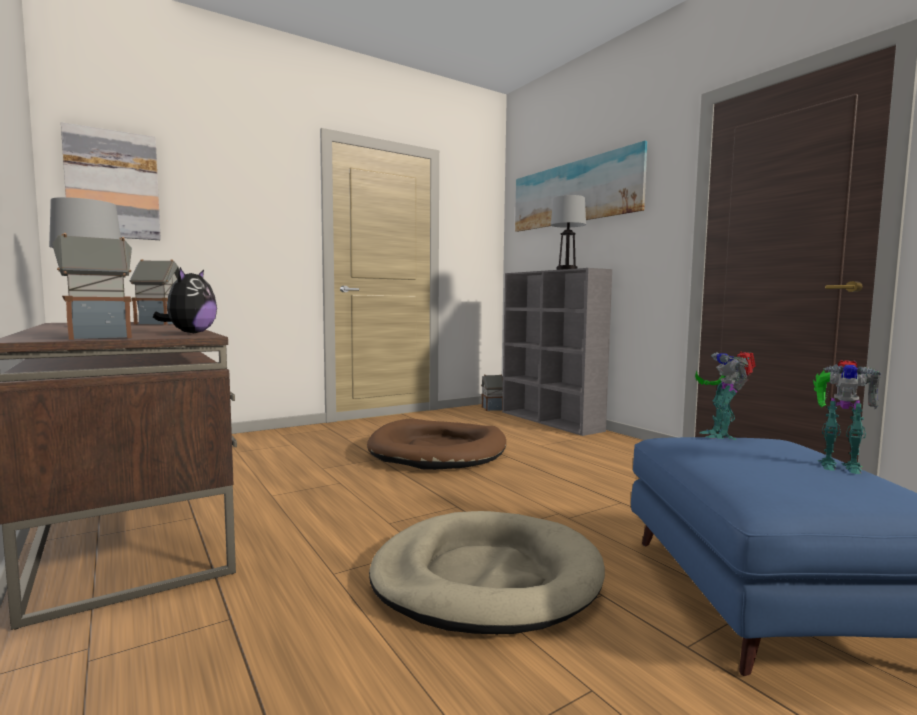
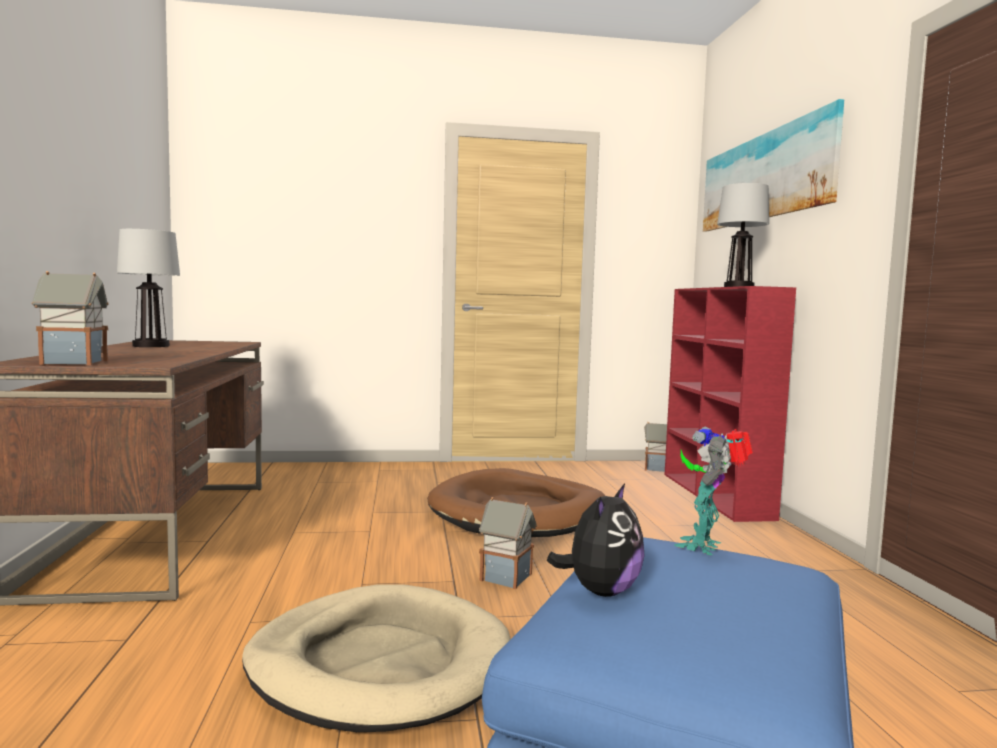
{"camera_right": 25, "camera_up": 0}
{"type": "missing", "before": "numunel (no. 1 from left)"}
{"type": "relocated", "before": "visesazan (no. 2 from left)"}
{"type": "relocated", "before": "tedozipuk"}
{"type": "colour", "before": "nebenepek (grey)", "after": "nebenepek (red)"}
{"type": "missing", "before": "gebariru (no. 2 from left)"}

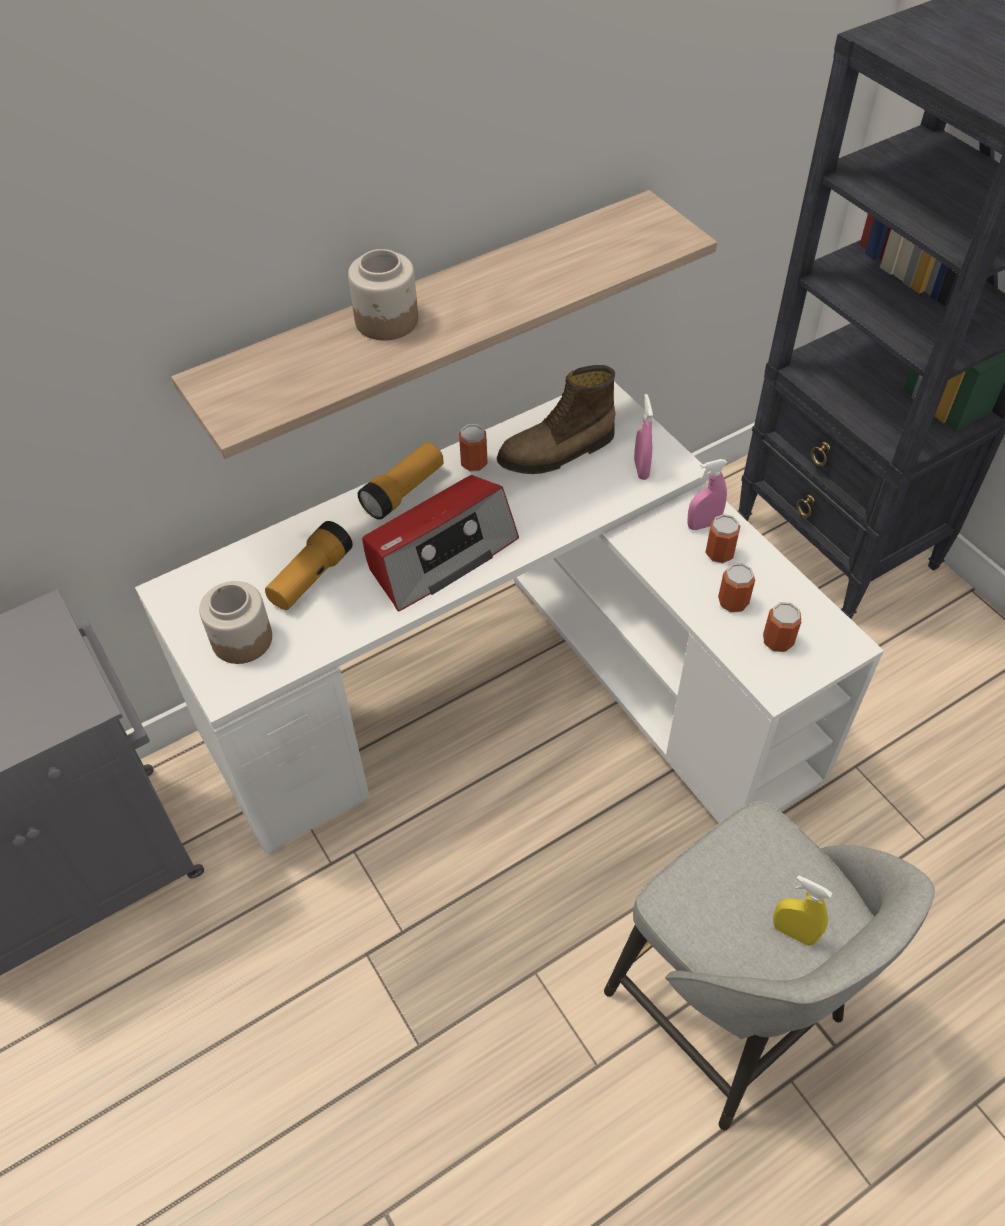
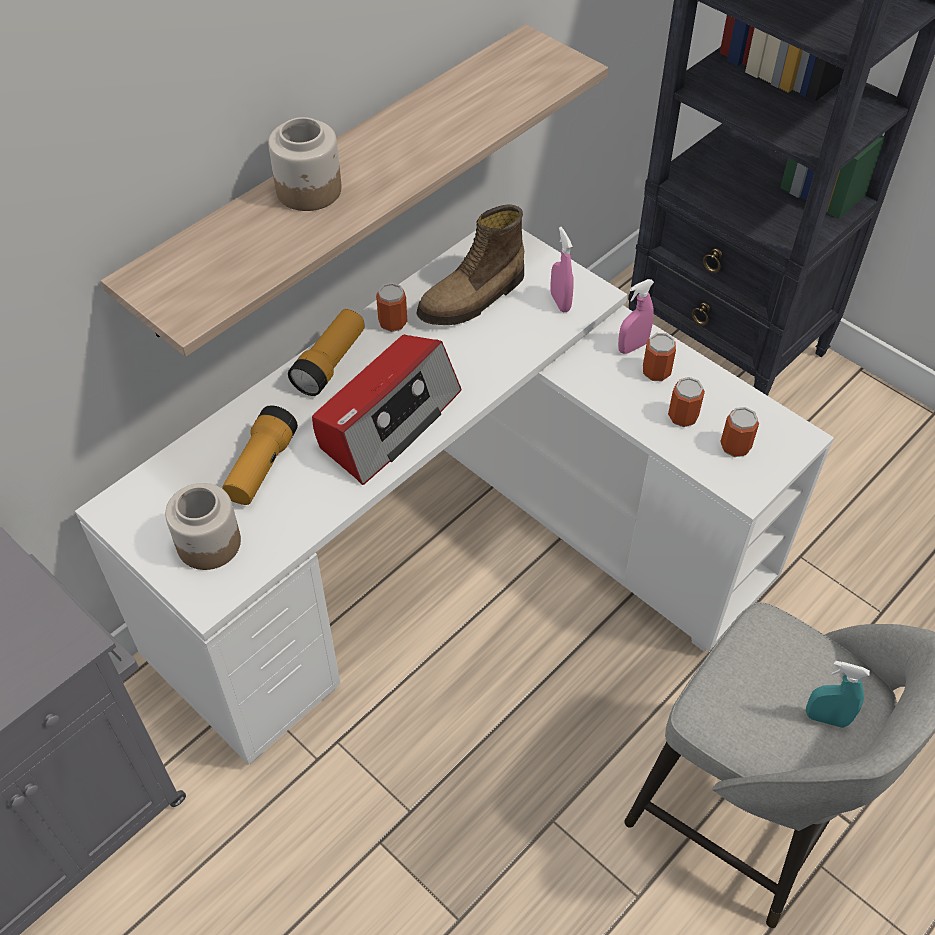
{"camera_right": -15, "camera_up": 0}
{"type": "colour", "before": "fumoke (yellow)", "after": "fumoke (turquoise)"}

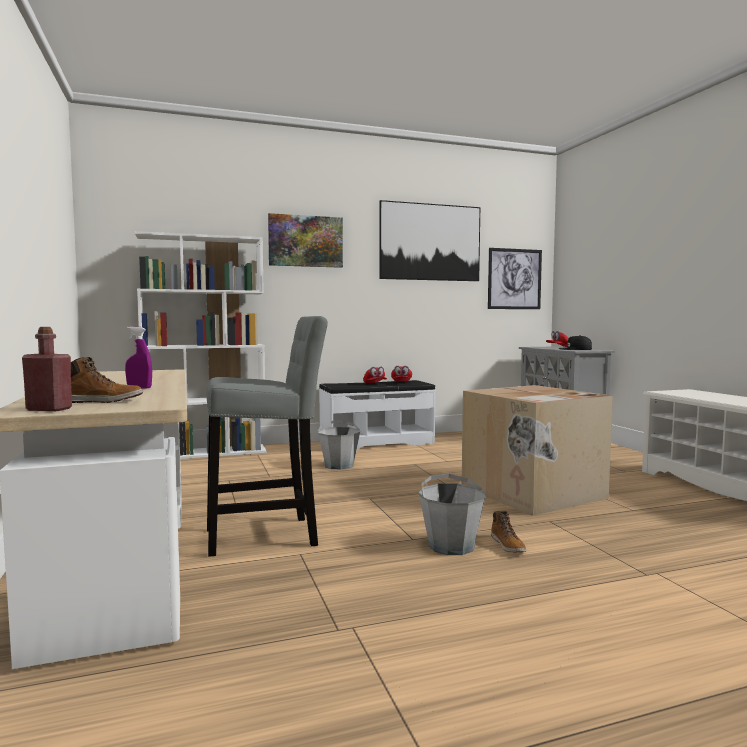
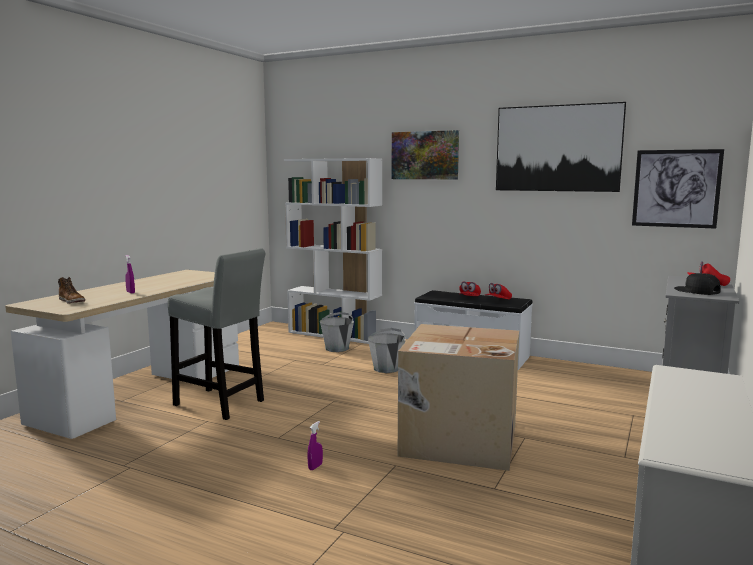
{"camera_right": 45, "camera_up": 5}
{"type": "missing", "before": "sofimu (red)"}
{"type": "relocated", "before": "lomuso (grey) (no. 2 from left in the first image)", "after": "lomuso (grey) (no. 1 from left)"}
{"type": "exchanged", "before": "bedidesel (no. 2 from left)", "after": "fumoke (purple) (no. 2 from left)"}

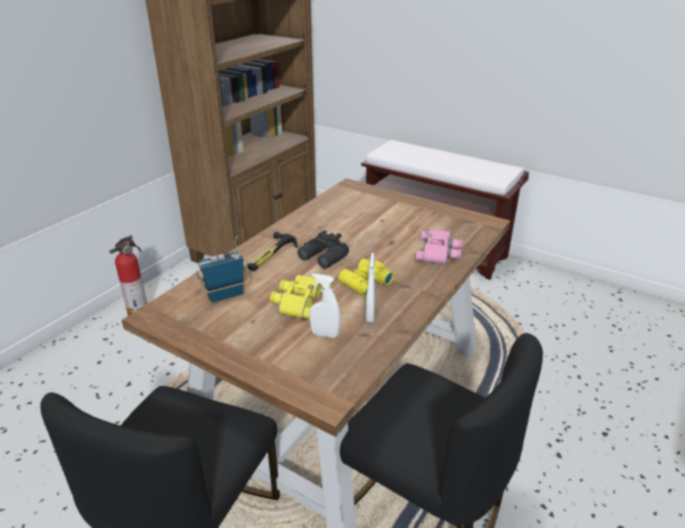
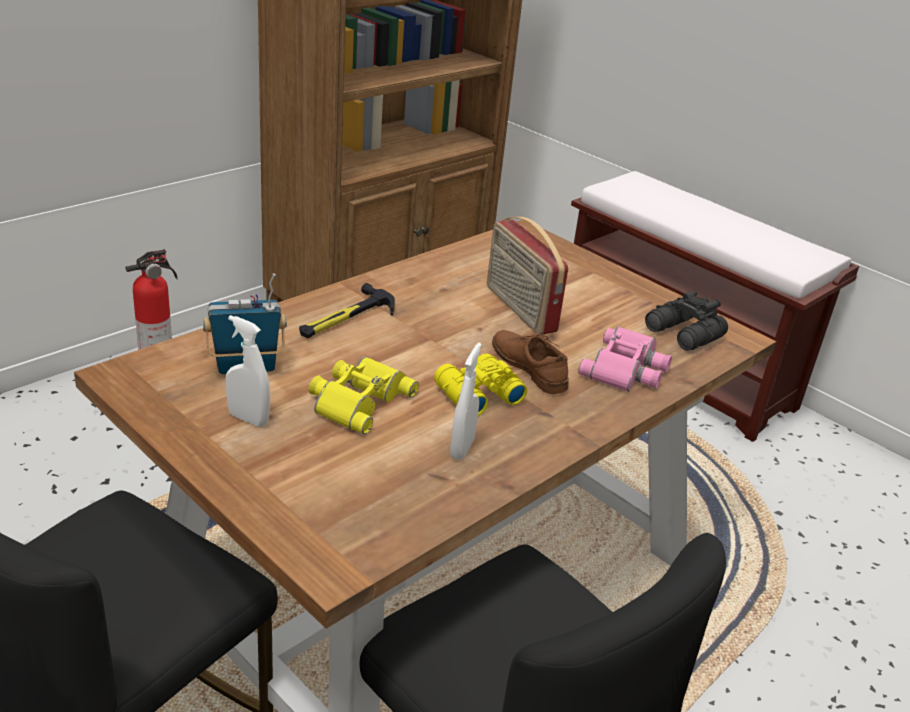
{"camera_right": 10, "camera_up": 0}
{"type": "relocated", "before": "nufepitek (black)"}
{"type": "relocated", "before": "fumoke (white) (no. 1 from left)"}
{"type": "appeared", "after": "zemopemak (no. 2 from left)"}
{"type": "appeared", "after": "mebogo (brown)"}

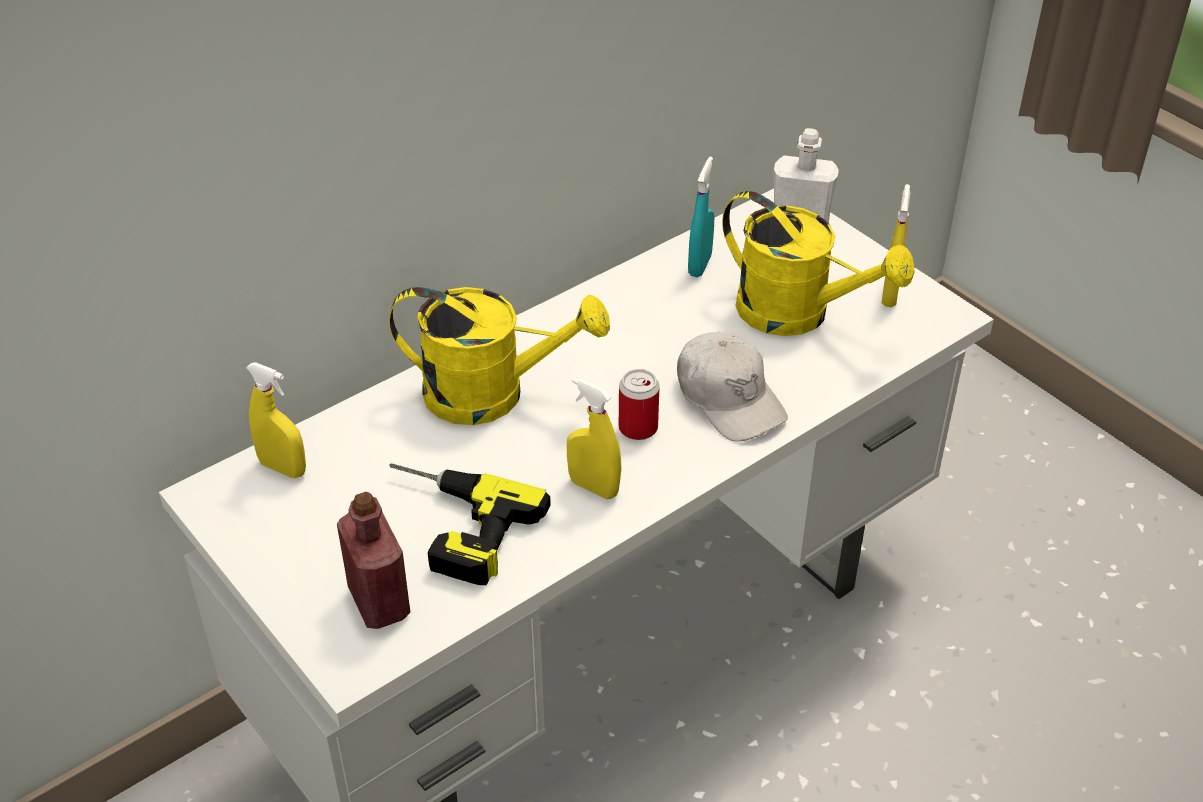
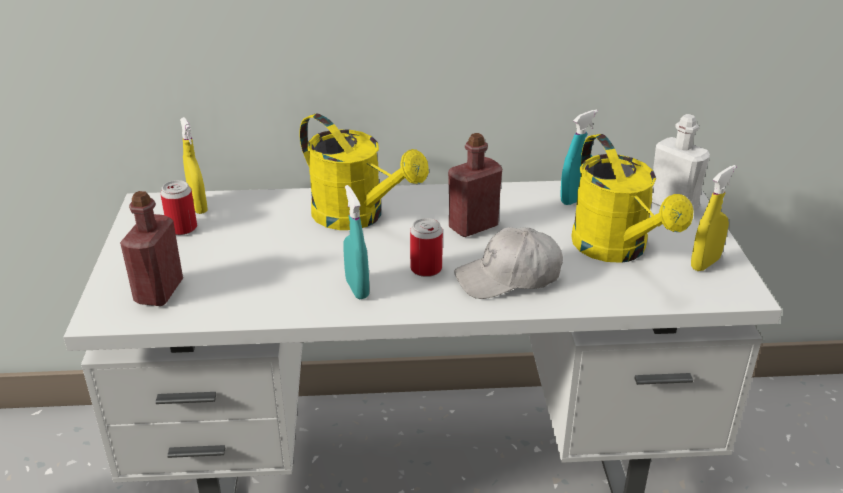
{"camera_right": 35, "camera_up": -10}
{"type": "missing", "before": "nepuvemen"}
{"type": "colour", "before": "fumoke (yellow) (no. 2 from left)", "after": "fumoke (turquoise) (no. 1 from left)"}
{"type": "spun", "before": "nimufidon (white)", "turn": 75}
{"type": "appeared", "after": "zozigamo (no. 1 from left)"}
{"type": "appeared", "after": "sofimu (red) (no. 2 from left)"}

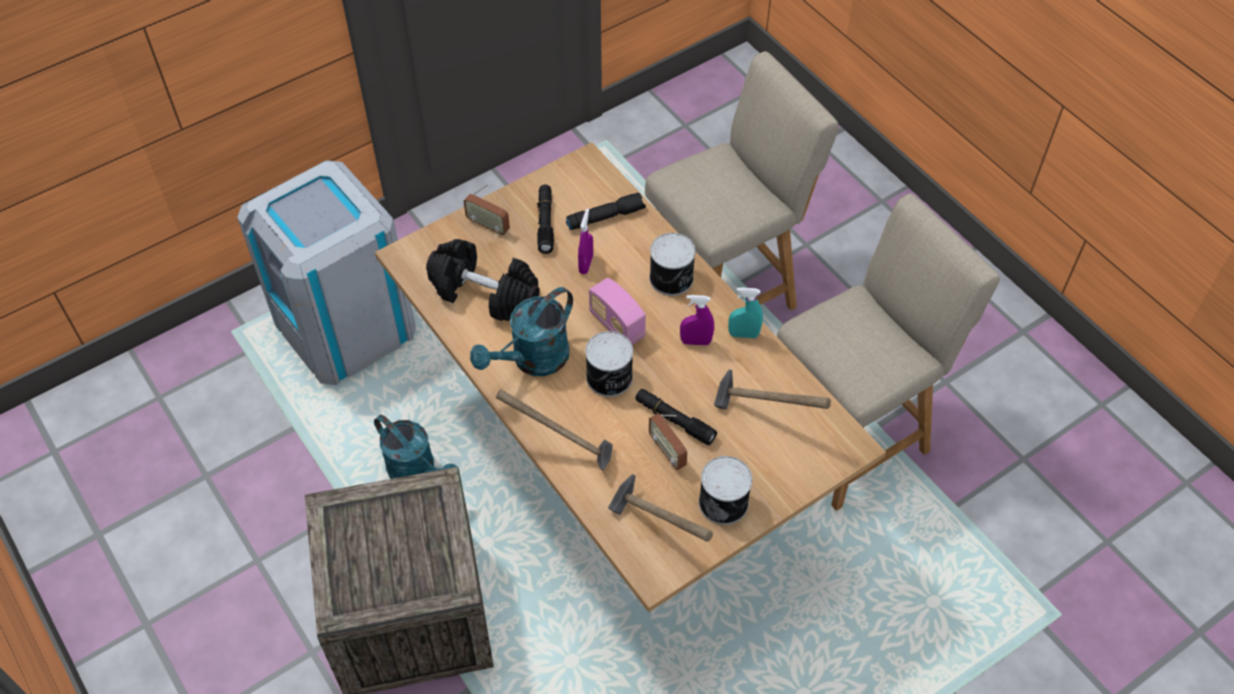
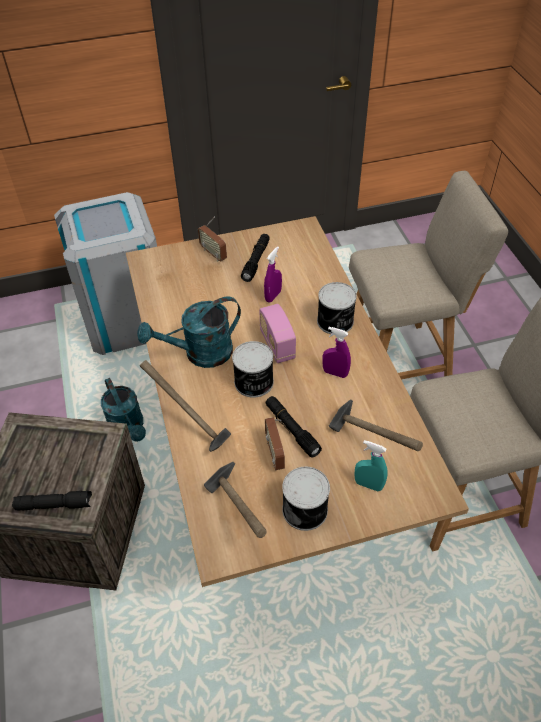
{"camera_right": 20, "camera_up": -5}
{"type": "missing", "before": "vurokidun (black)"}
{"type": "relocated", "before": "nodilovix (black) (no. 2 from left in the first image)", "after": "nodilovix (black) (no. 1 from left)"}
{"type": "relocated", "before": "fumoke (turquoise)"}

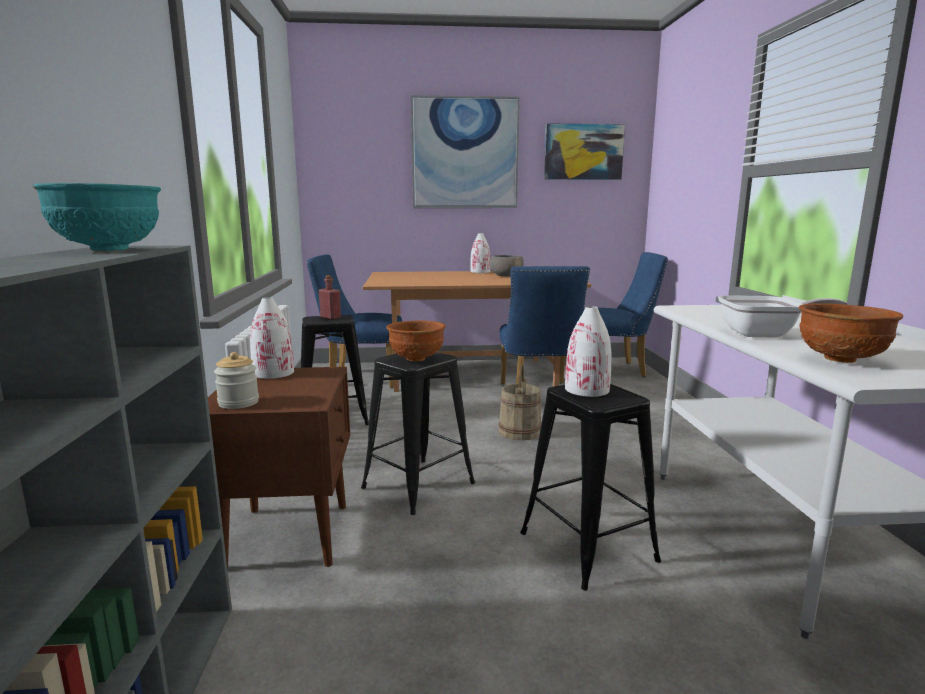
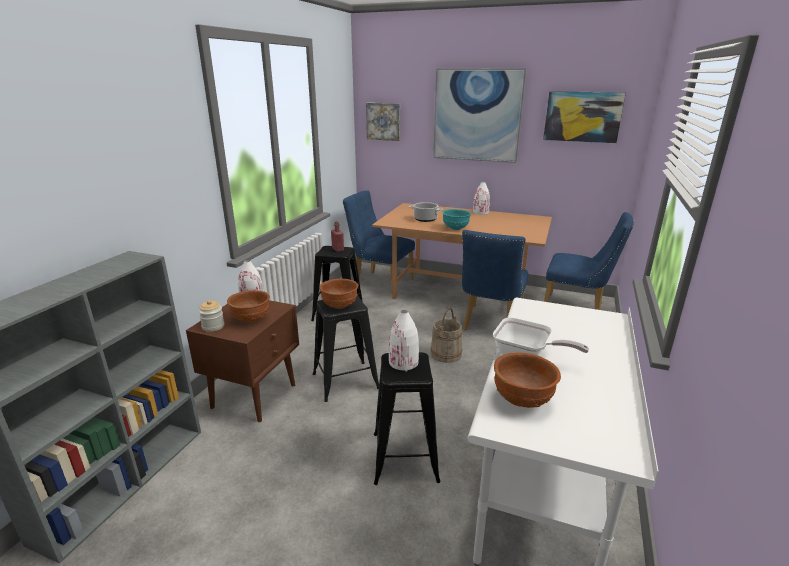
{"camera_right": 25, "camera_up": 10}
{"type": "relocated", "before": "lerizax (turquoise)"}
{"type": "missing", "before": "lerizax (grey)"}
{"type": "appeared", "after": "lerizax (brown) (no. 1 from left)"}
{"type": "appeared", "after": "numunel (no. 1 from left)"}
{"type": "appeared", "after": "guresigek"}

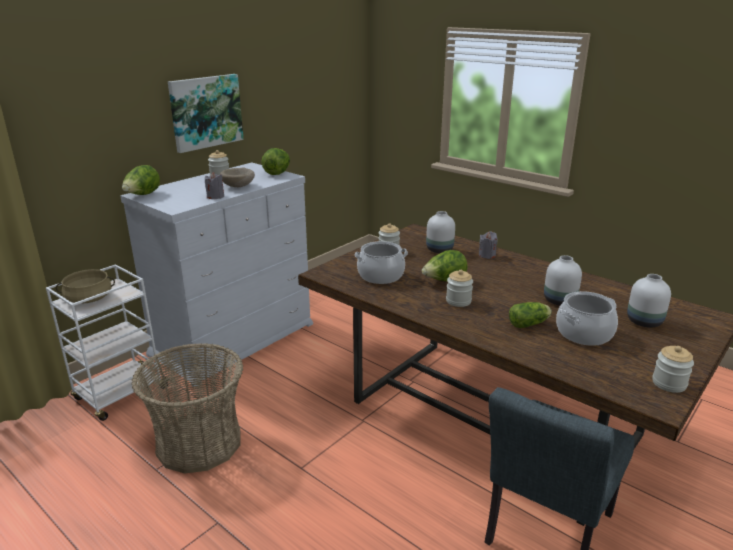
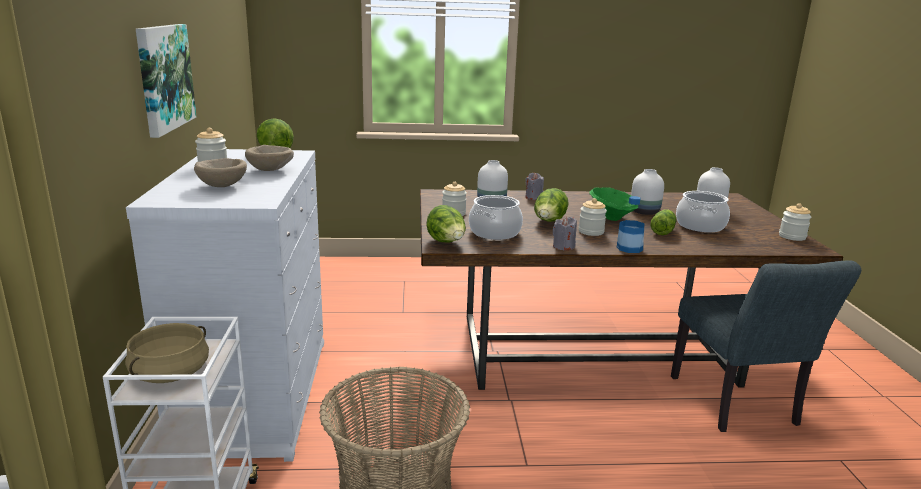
{"camera_right": -45, "camera_up": -5}
{"type": "relocated", "before": "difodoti (no. 1 from left in the first image)", "after": "difodoti (no. 2 from left)"}
{"type": "relocated", "before": "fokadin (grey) (no. 1 from left in the first image)", "after": "fokadin (grey) (no. 2 from left)"}
{"type": "appeared", "after": "lerizax (beige) (no. 1 from left)"}
{"type": "appeared", "after": "lerizax (green)"}
{"type": "appeared", "after": "sofimu"}

